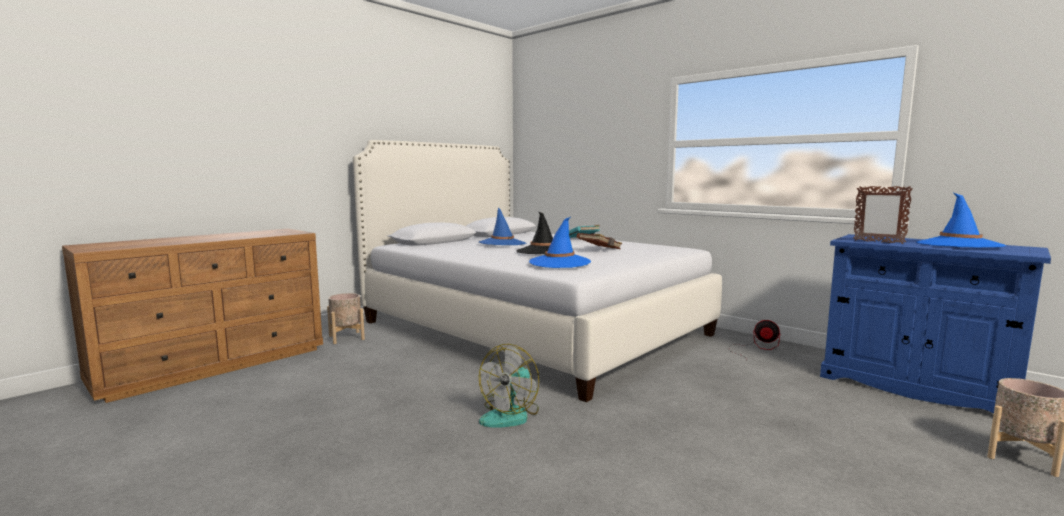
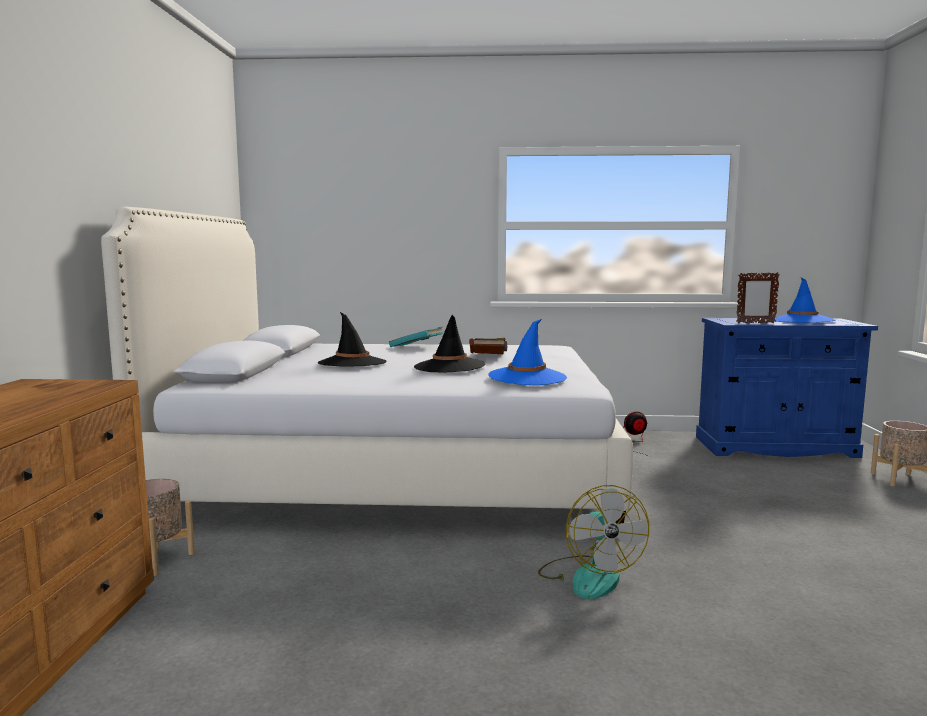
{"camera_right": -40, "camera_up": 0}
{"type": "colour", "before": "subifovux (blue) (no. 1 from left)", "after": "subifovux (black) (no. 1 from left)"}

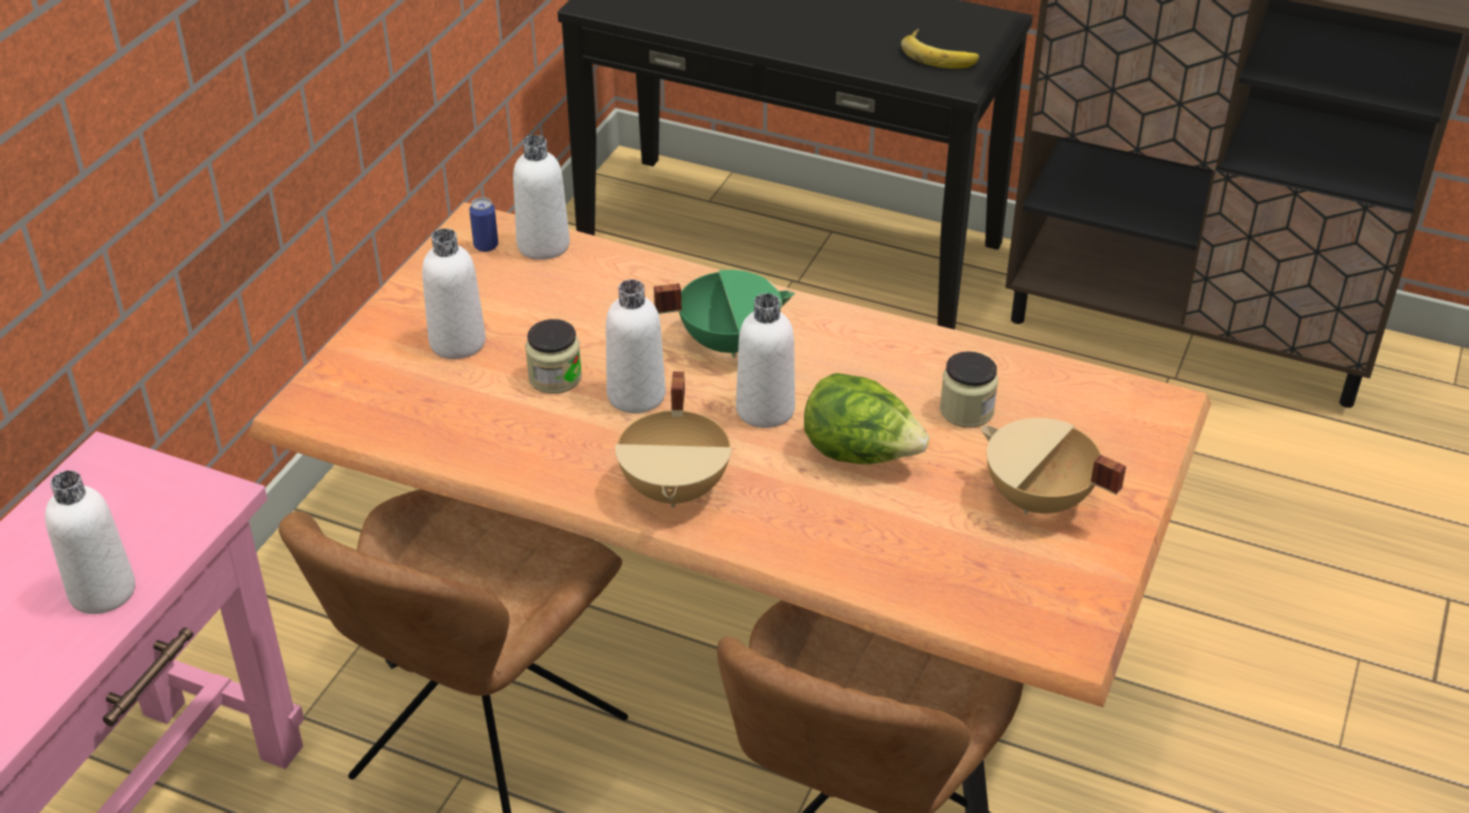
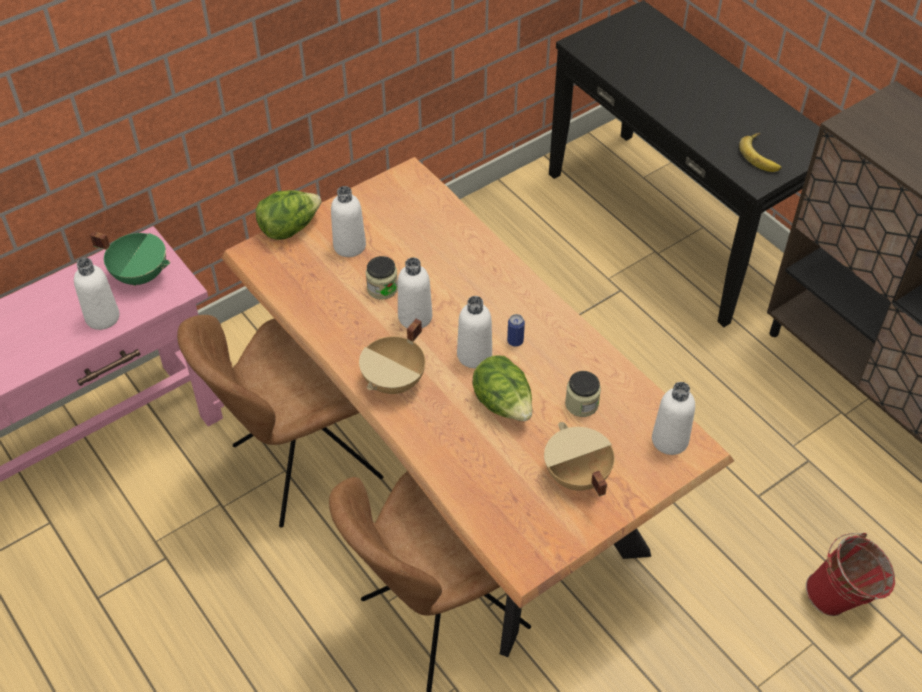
{"camera_right": 30, "camera_up": 10}
{"type": "relocated", "before": "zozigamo"}
{"type": "relocated", "before": "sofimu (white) (no. 3 from left in the first image)", "after": "sofimu (white) (no. 5 from left)"}
{"type": "relocated", "before": "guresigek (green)"}
{"type": "appeared", "after": "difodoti (no. 1 from left)"}
{"type": "appeared", "after": "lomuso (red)"}

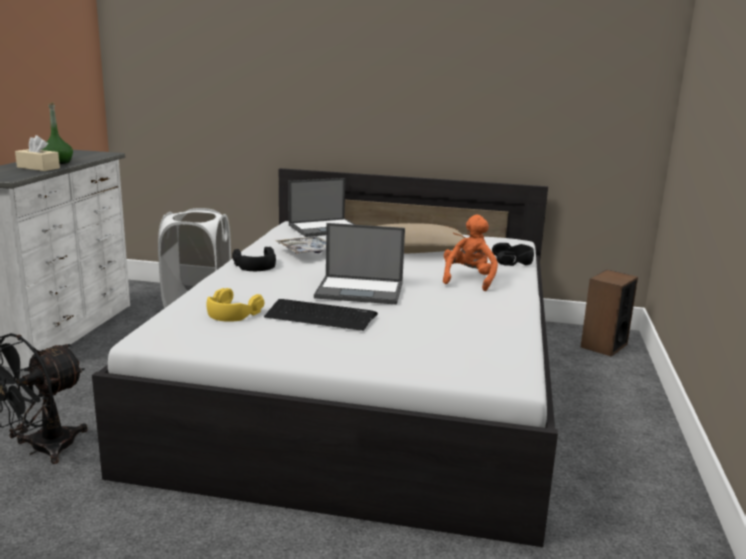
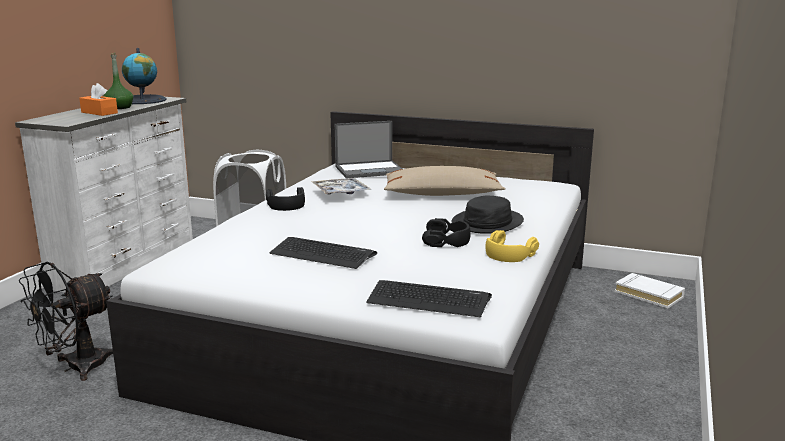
{"camera_right": 10, "camera_up": 0}
{"type": "colour", "before": "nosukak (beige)", "after": "nosukak (orange)"}
{"type": "relocated", "before": "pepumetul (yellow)"}
{"type": "missing", "before": "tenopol (no. 2 from left)"}
{"type": "exchanged", "before": "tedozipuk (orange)", "after": "subifovux (black)"}
{"type": "relocated", "before": "pepumetul (black) (no. 2 from left)"}
{"type": "exchanged", "before": "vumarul", "after": "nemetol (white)"}
{"type": "appeared", "after": "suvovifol"}
{"type": "appeared", "after": "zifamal (no. 2 from left)"}

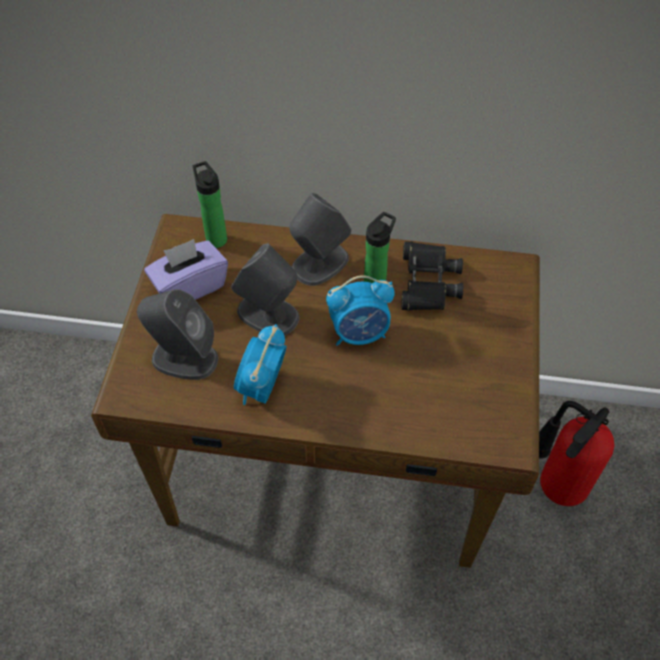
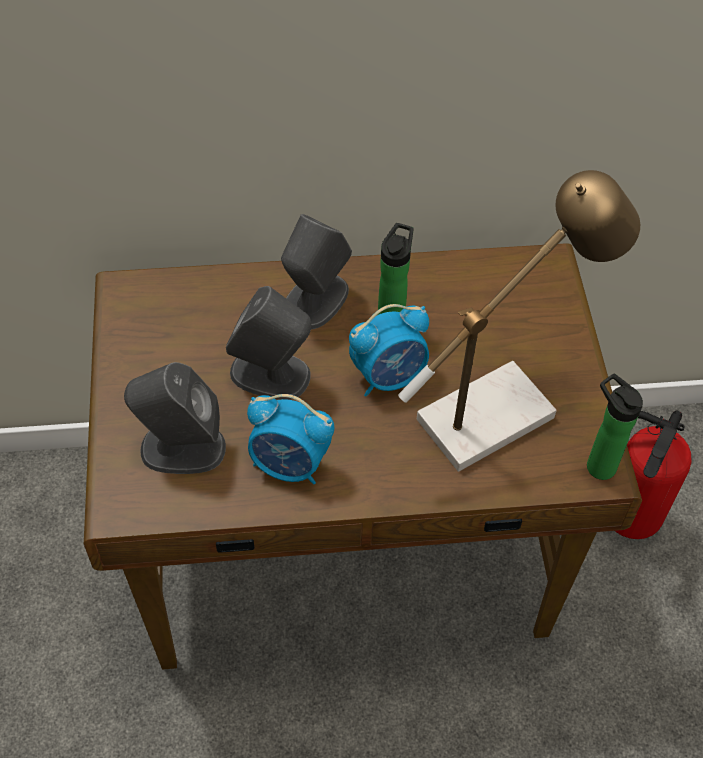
{"camera_right": -15, "camera_up": 0}
{"type": "missing", "before": "nosukak (purple)"}
{"type": "relocated", "before": "sofimu (no. 1 from left in the first image)", "after": "sofimu (no. 2 from left)"}
{"type": "spun", "before": "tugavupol (no. 1 from left)", "turn": -75}
{"type": "missing", "before": "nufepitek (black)"}
{"type": "appeared", "after": "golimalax"}

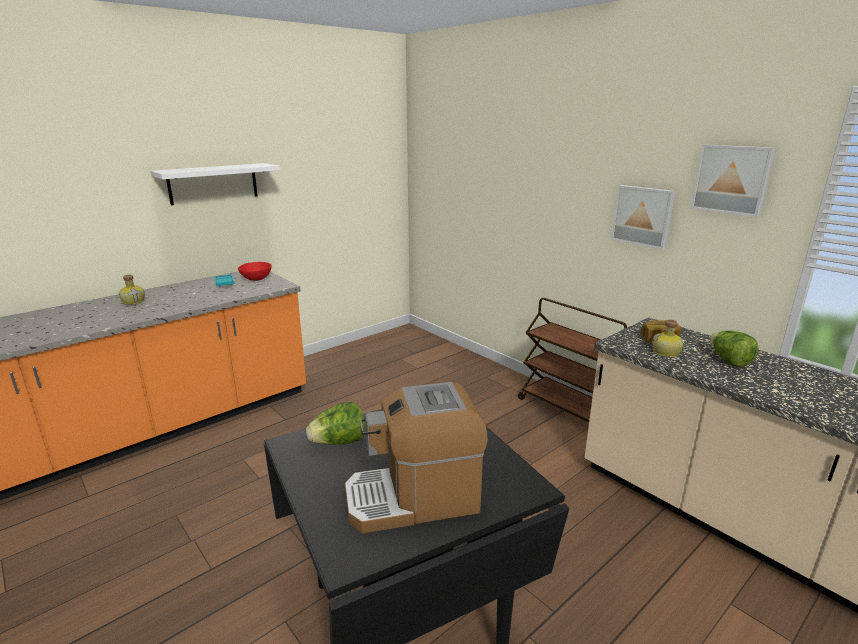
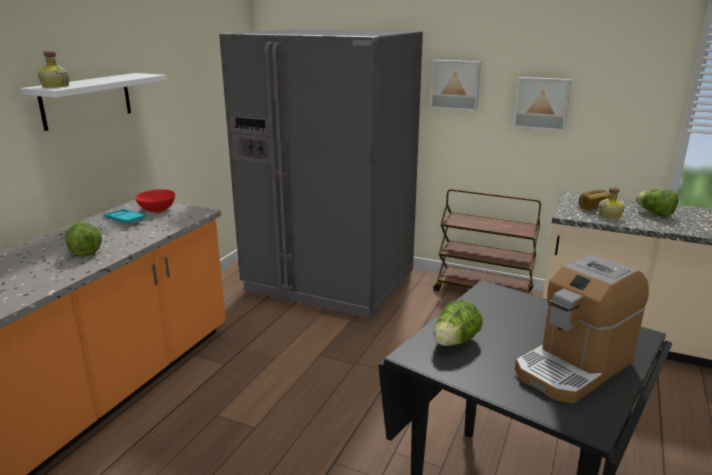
{"camera_right": -25, "camera_up": 0}
{"type": "relocated", "before": "sofimu (no. 1 from left)"}
{"type": "relocated", "before": "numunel (no. 2 from left in the first image)", "after": "numunel (no. 1 from left)"}
{"type": "appeared", "after": "difodoti (no. 1 from left)"}
{"type": "appeared", "after": "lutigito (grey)"}

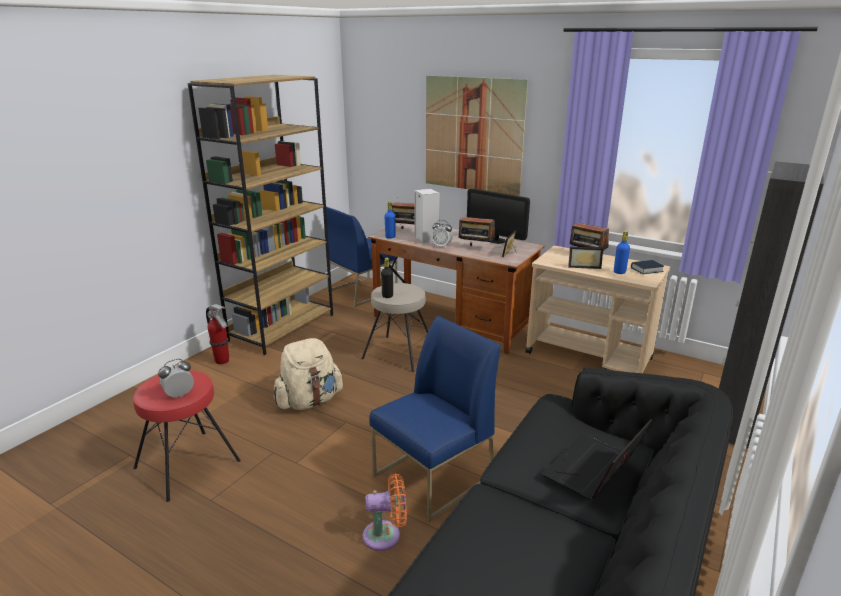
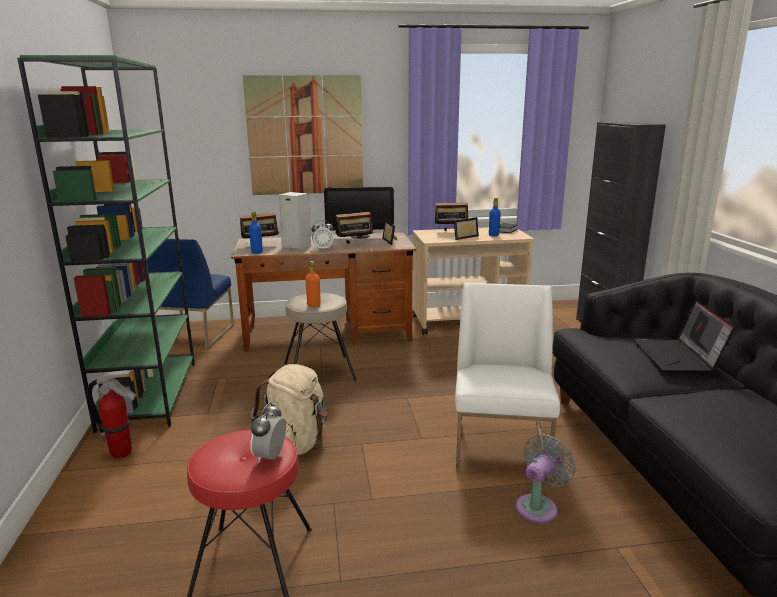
{"camera_right": -40, "camera_up": -5}
{"type": "colour", "before": "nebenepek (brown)", "after": "nebenepek (green)"}
{"type": "colour", "before": "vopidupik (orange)", "after": "vopidupik (grey)"}
{"type": "colour", "before": "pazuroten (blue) (no. 2 from left)", "after": "pazuroten (white)"}
{"type": "colour", "before": "sofimu (black)", "after": "sofimu (orange)"}

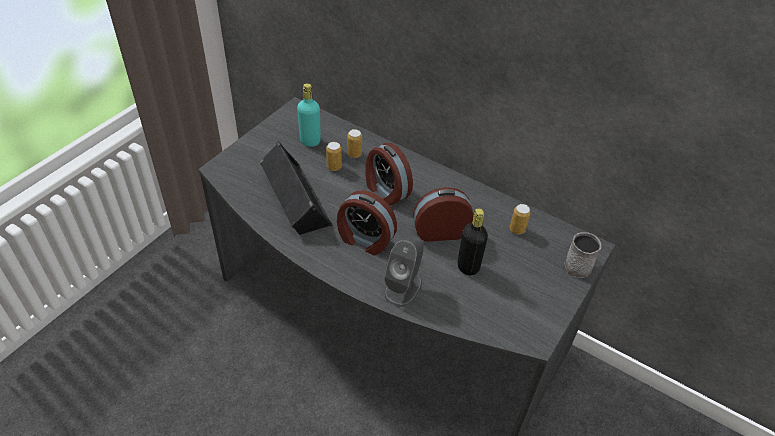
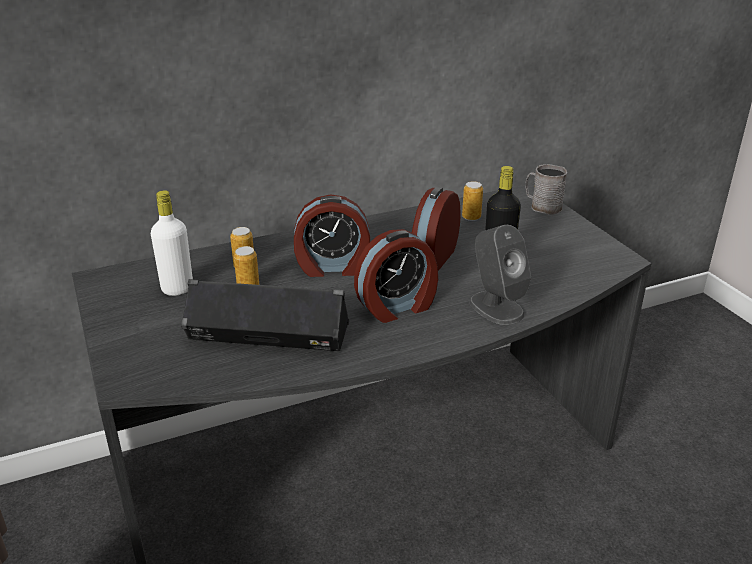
{"camera_right": -55, "camera_up": -15}
{"type": "colour", "before": "sofimu (turquoise)", "after": "sofimu (white)"}

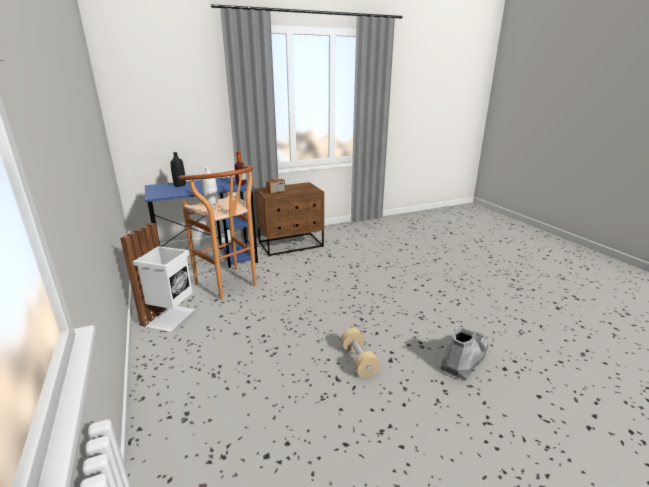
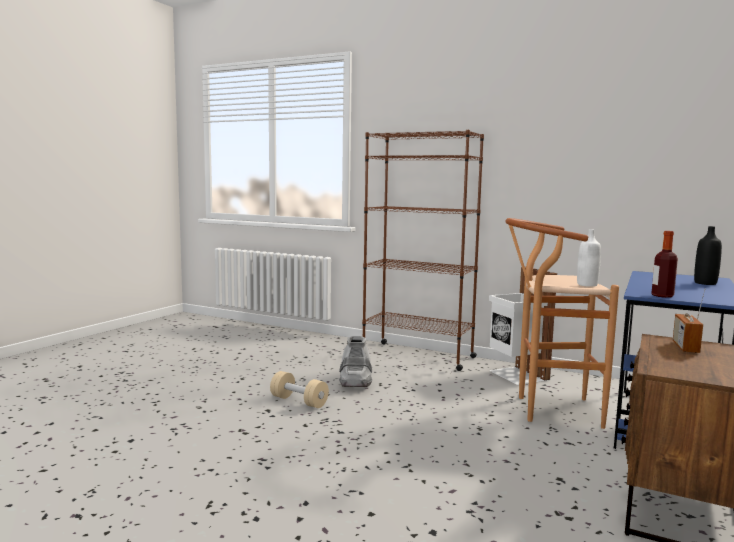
{"camera_right": 140, "camera_up": -15}
{"type": "relocated", "before": "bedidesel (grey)"}
{"type": "appeared", "after": "nebenepek (brown)"}

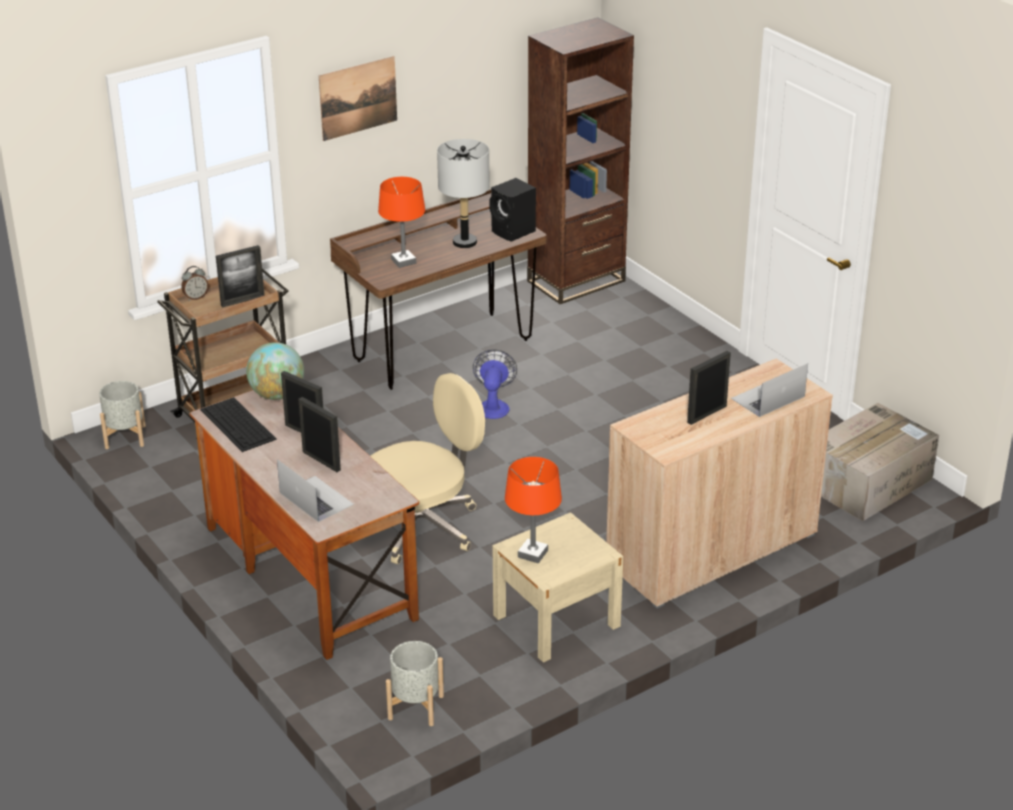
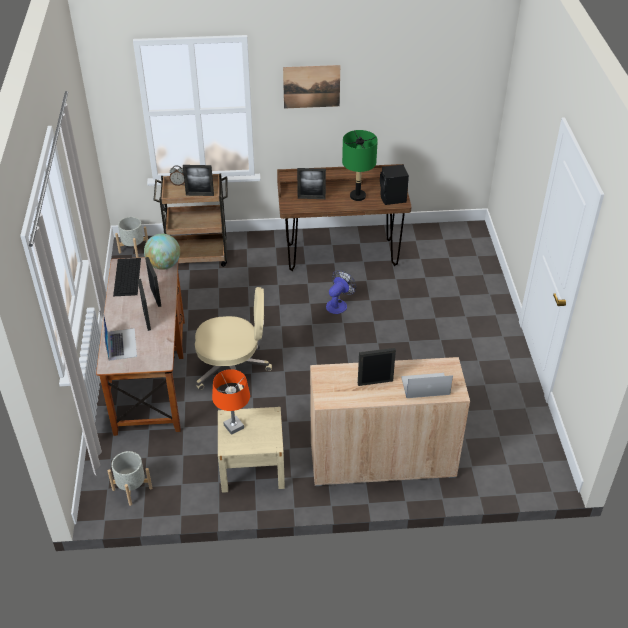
{"camera_right": 30, "camera_up": 10}
{"type": "exchanged", "before": "golimalax (orange) (no. 1 from left)", "after": "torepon (no. 4 from left)"}
{"type": "colour", "before": "golimalax (grey)", "after": "golimalax (green)"}
{"type": "missing", "before": "nebenepek (brown)"}
{"type": "missing", "before": "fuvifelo"}

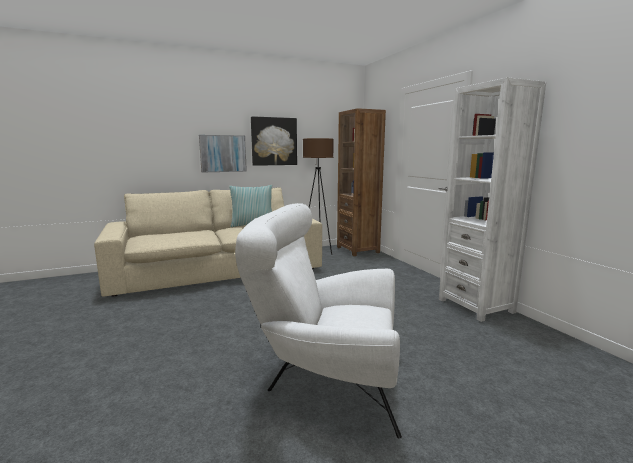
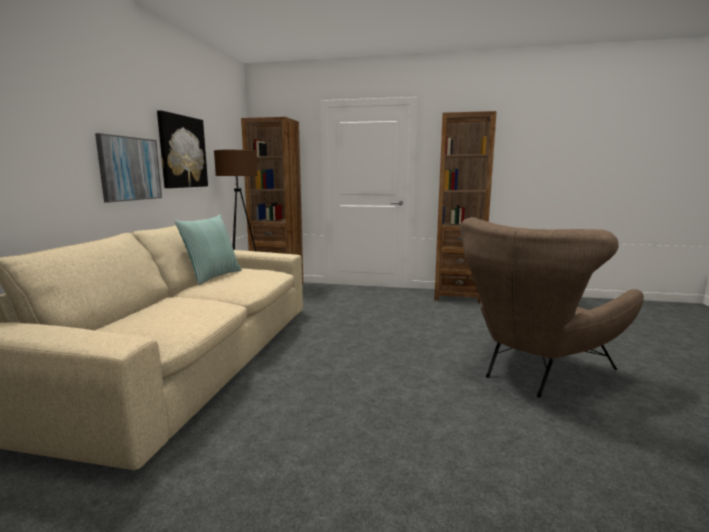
{"camera_right": -55, "camera_up": 0}
{"type": "colour", "before": "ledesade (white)", "after": "ledesade (brown)"}
{"type": "colour", "before": "nebenepek (white)", "after": "nebenepek (brown) (no. 2 from left)"}

